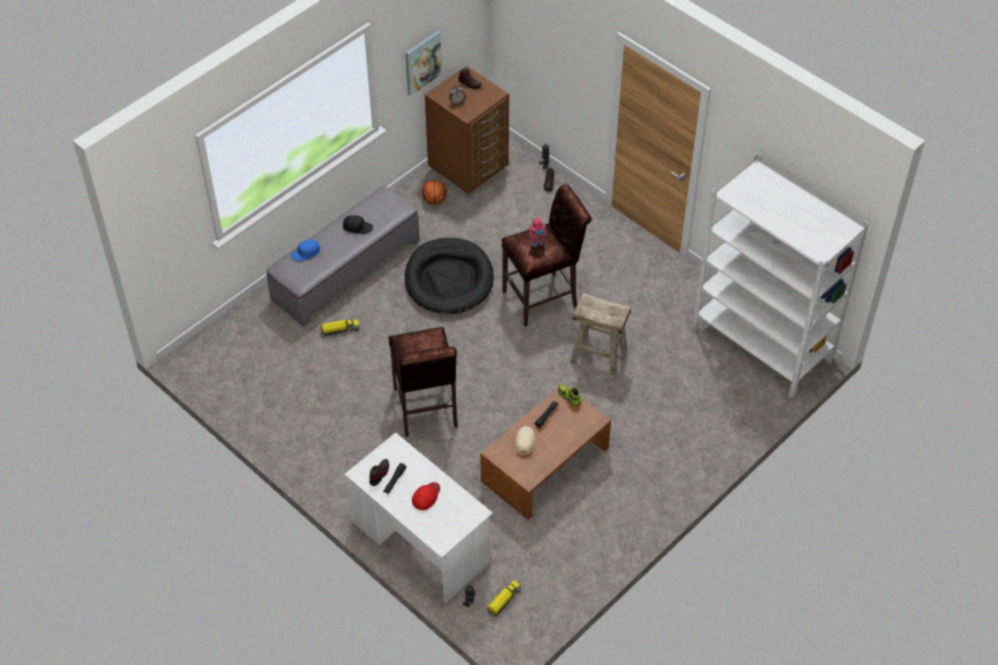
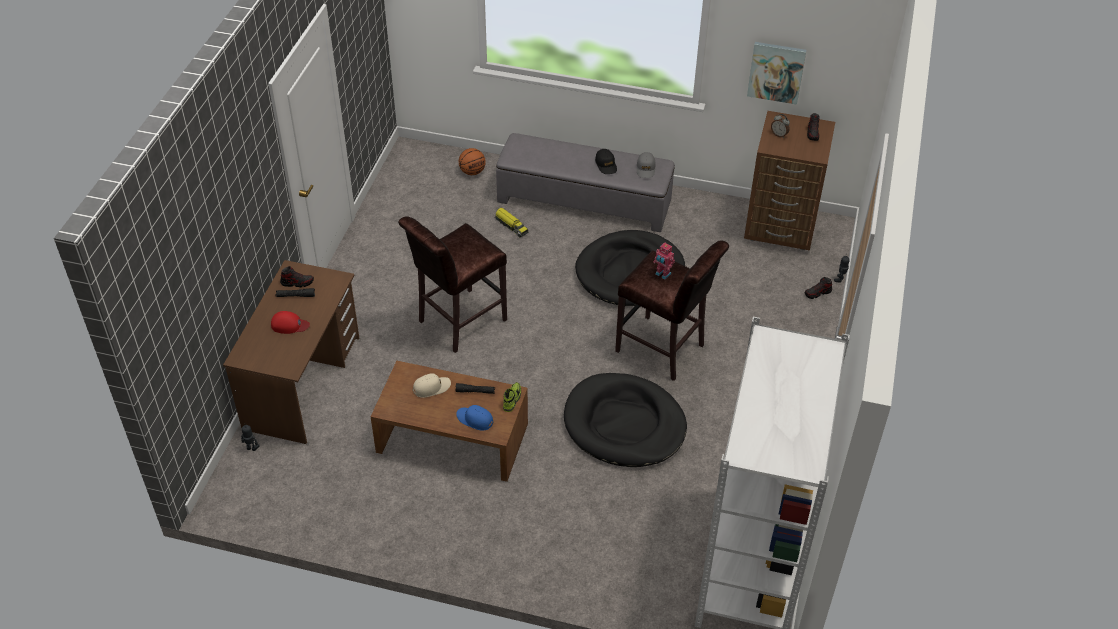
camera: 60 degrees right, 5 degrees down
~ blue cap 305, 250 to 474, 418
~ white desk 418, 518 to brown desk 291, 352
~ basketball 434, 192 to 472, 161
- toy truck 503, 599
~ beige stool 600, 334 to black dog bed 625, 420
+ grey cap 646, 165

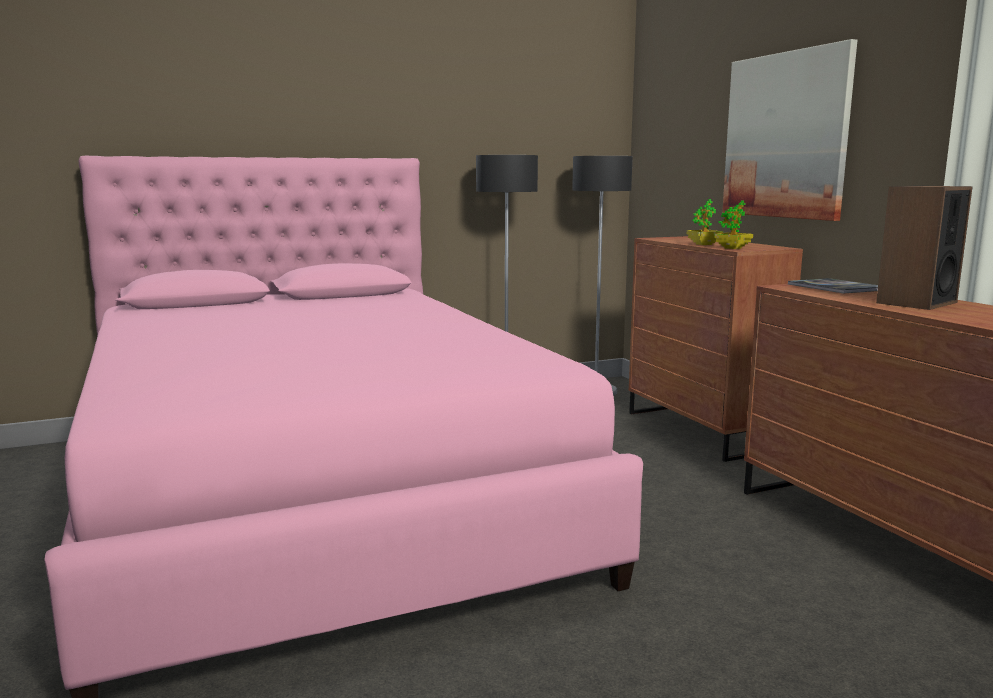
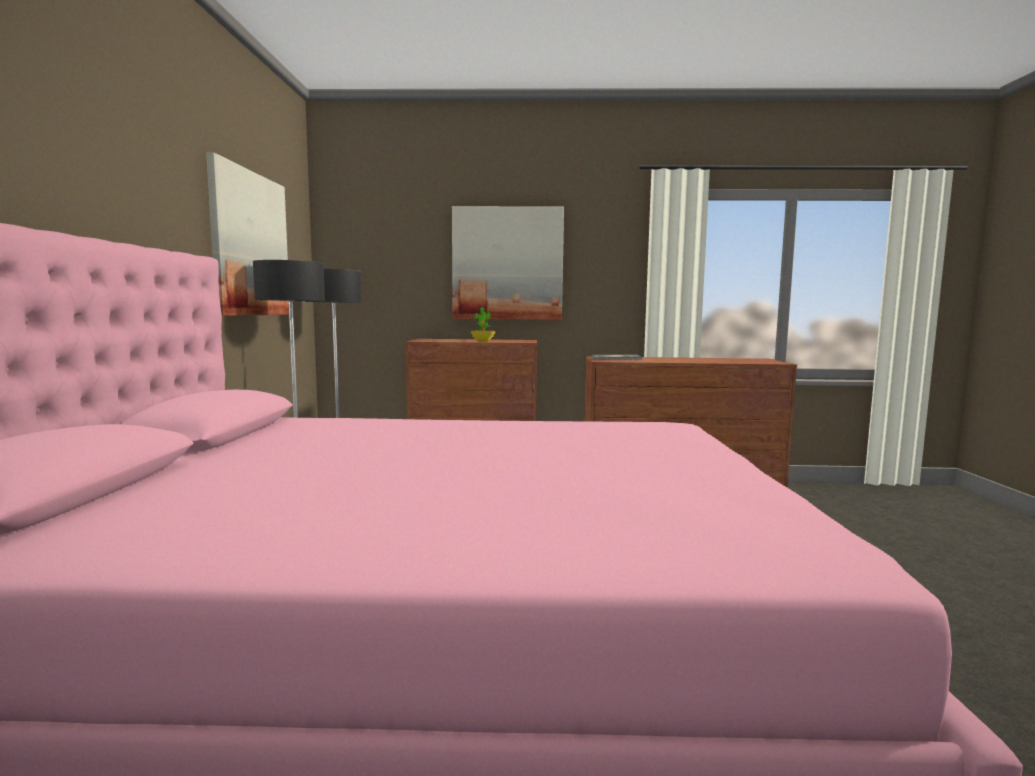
camera: 65 degrees left, 5 degrees down
- potted plant 733, 225
- speaker 924, 248
+ picture 247, 234

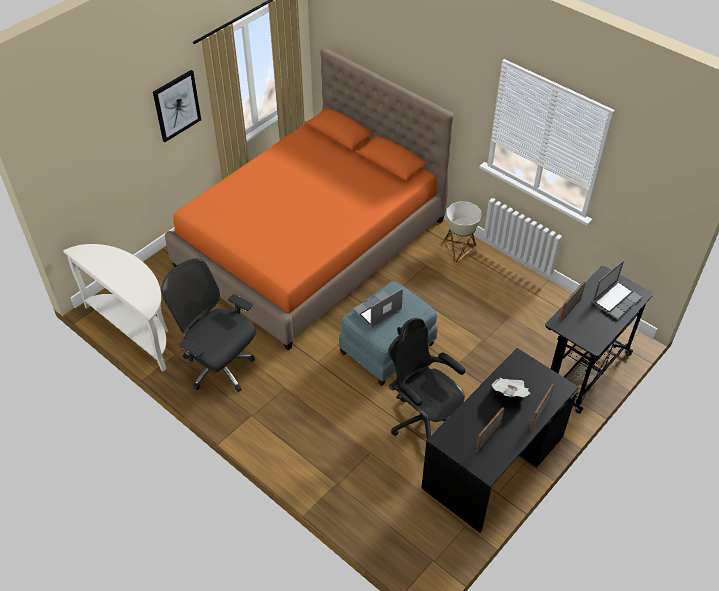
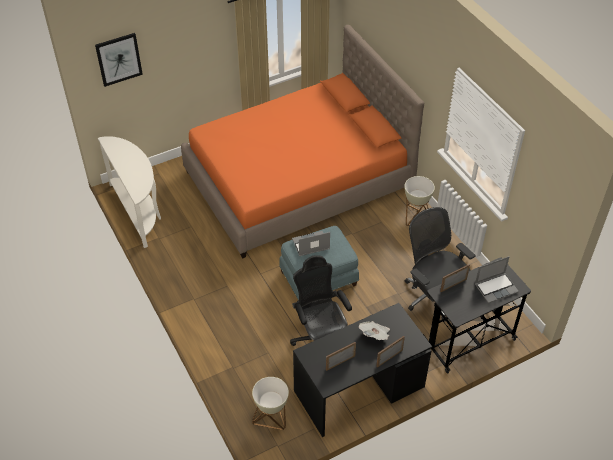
camera: 20 degrees right, 0 degrees up
~ picture 177, 106 to 119, 60
~ office chair 208, 325 to 440, 264
+ planter 270, 403

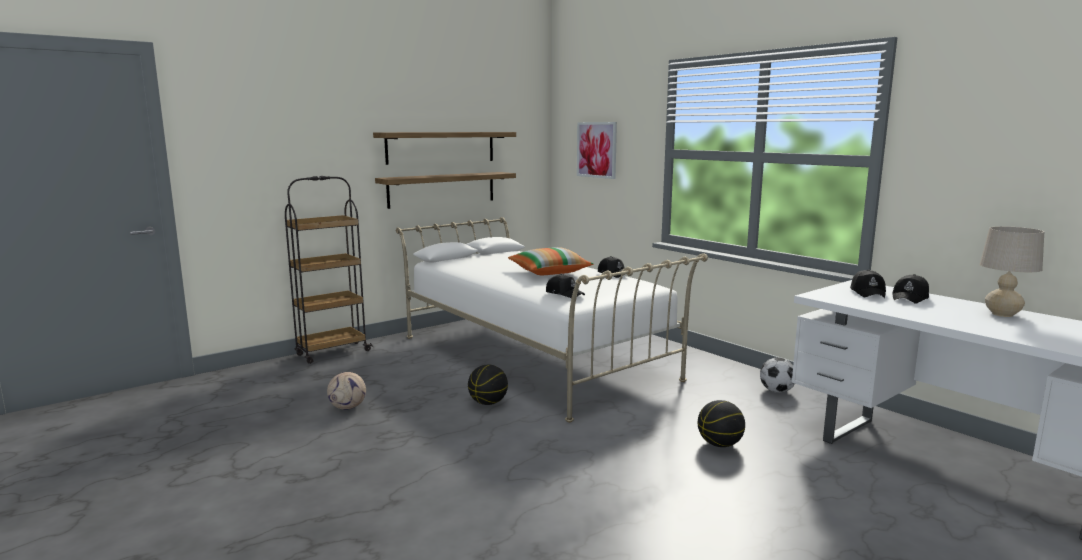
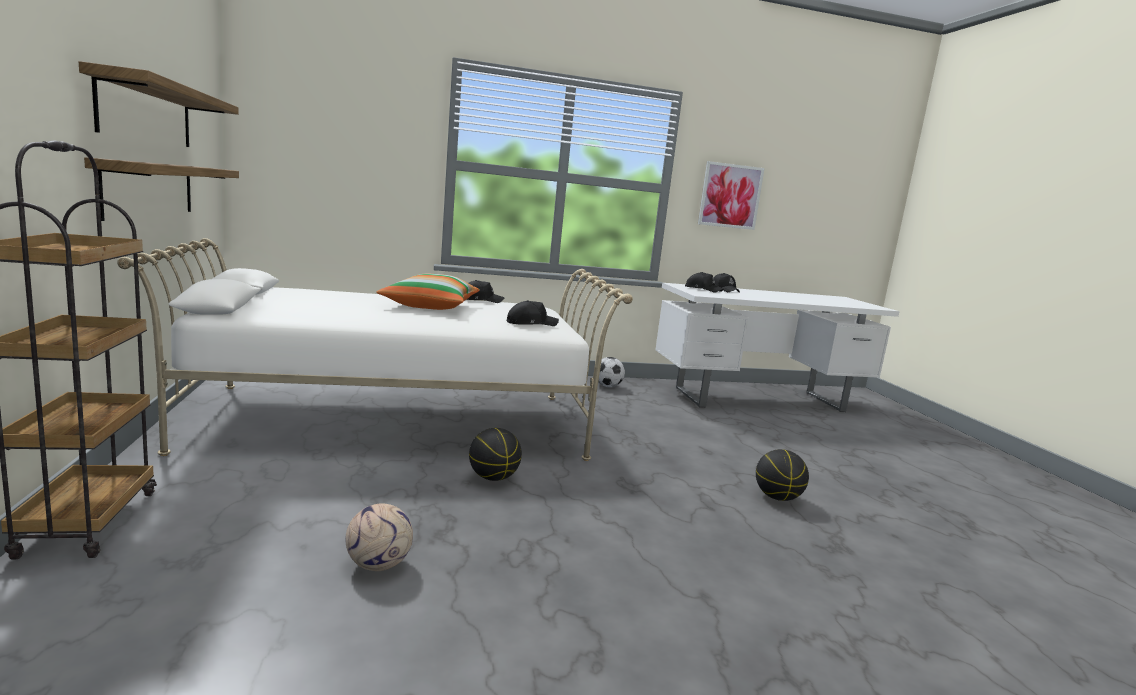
camera: 65 degrees left, 0 degrees up
~ picture 597, 150 to 731, 195
~ basketball 721, 423 to 782, 475
- beige table lamp 1012, 271

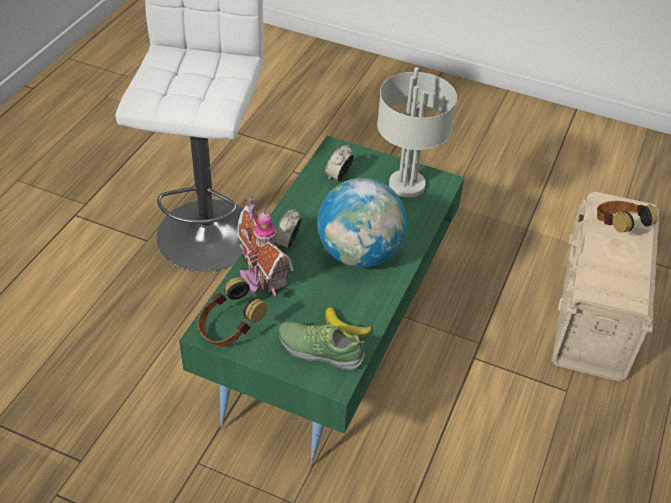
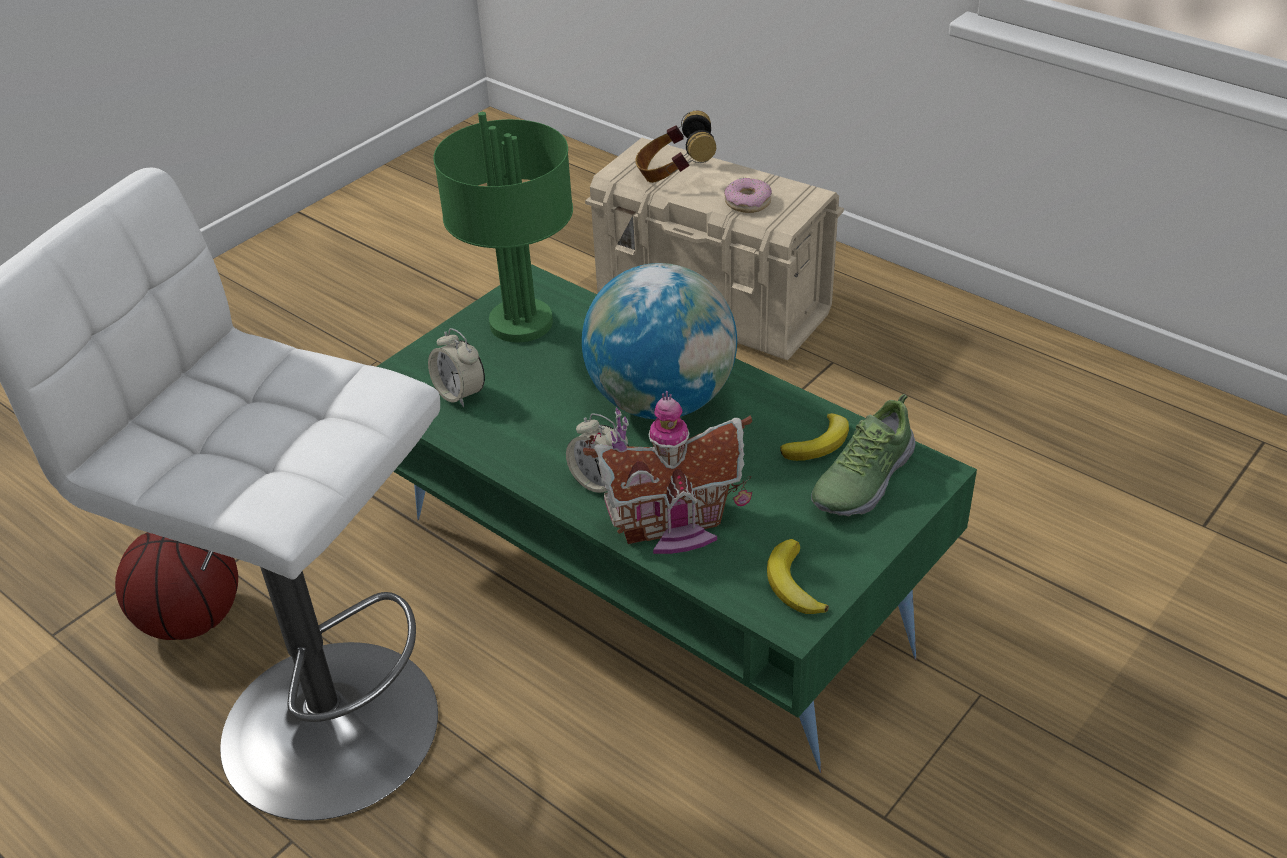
camera: 70 degrees left, 5 degrees down
~ headphones 233, 312 to banana 798, 576
~ grey table lamp 417, 132 to green table lamp 503, 227
+ basketball 176, 586
+ donut 748, 195

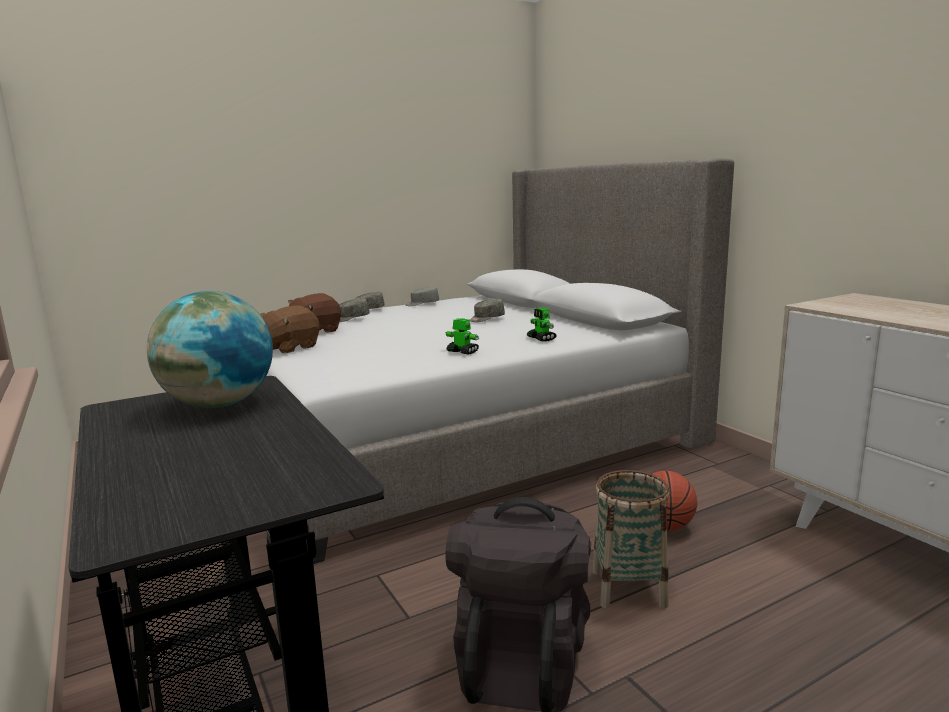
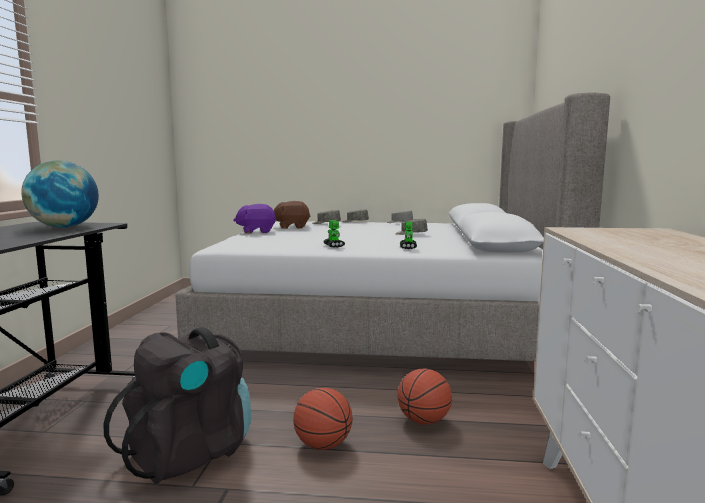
camera: 35 degrees right, 5 degrees down
~ brown plush toy 289, 329 to purple plush toy 255, 219
~ basket 631, 539 to basketball 323, 419

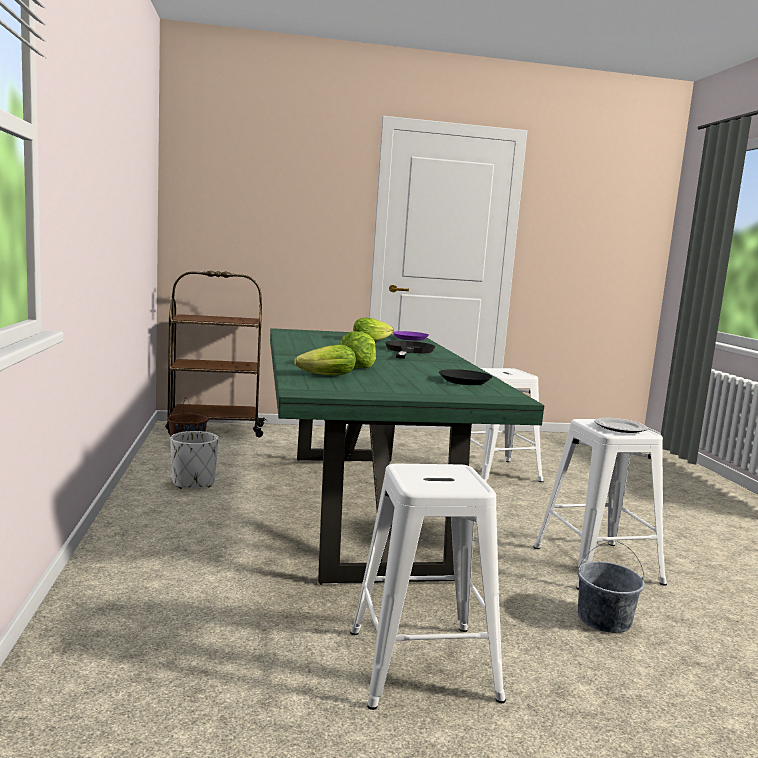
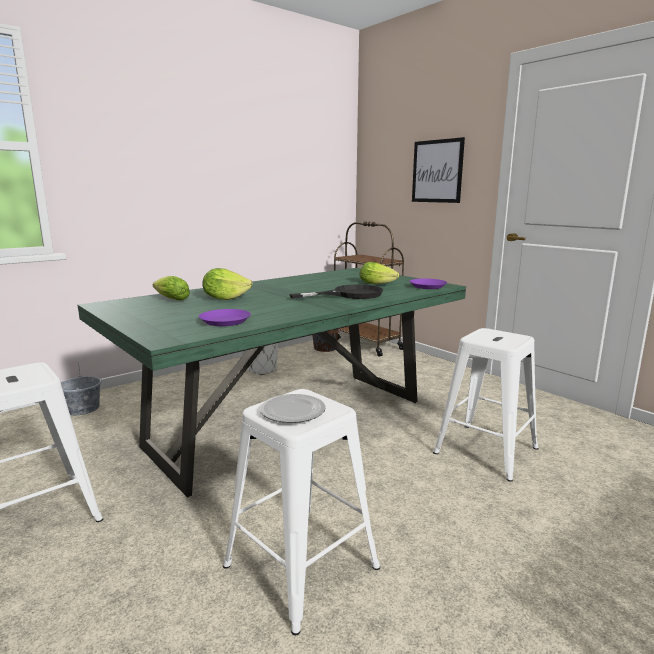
camera: 60 degrees right, 5 degrees up
~ black plate 465, 377 to purple plate 225, 317
~ grey bucket 611, 587 to 81, 389
+ picture 438, 170

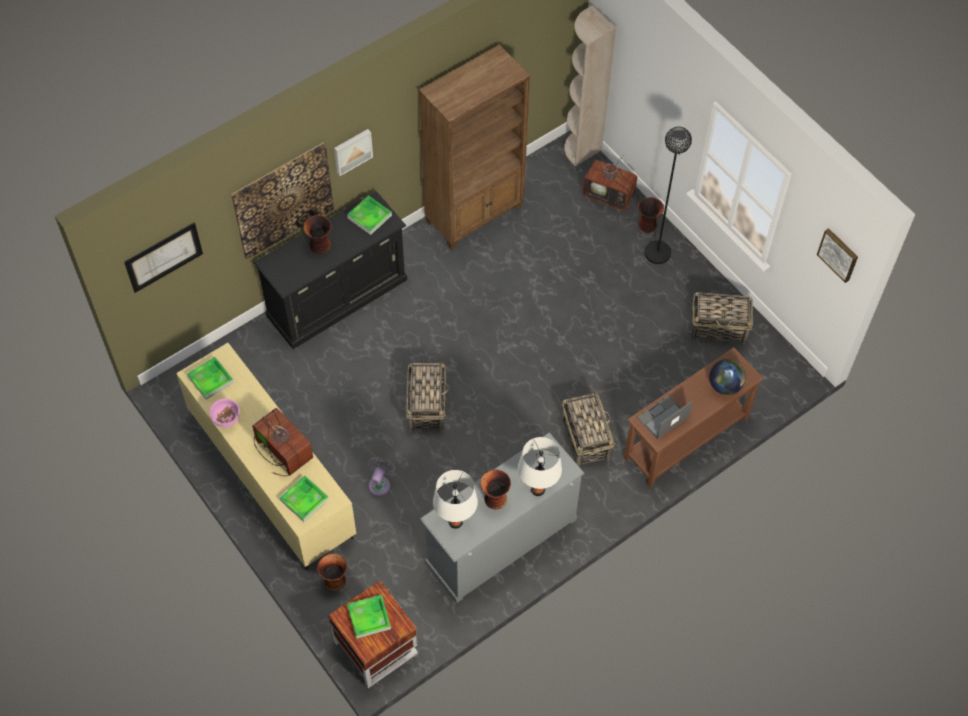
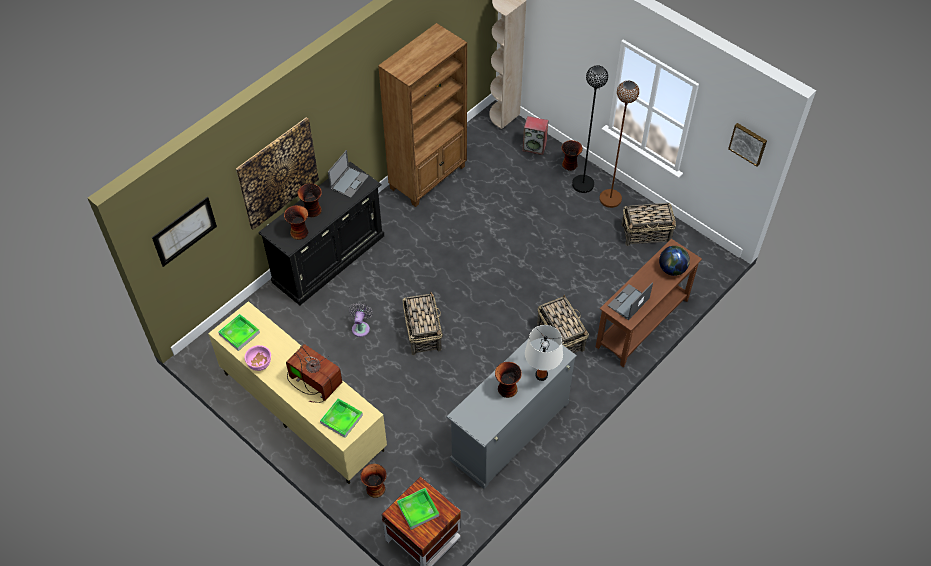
camera: 10 degrees left, 5 degrees down
- picture 353, 152
~ tray 369, 215 to laptop 348, 174
~ grey fan 382, 476 to 361, 320
- white table lamp 455, 499
~ television 611, 183 to speaker 535, 135
+ vase 296, 222
+ brown floor lamp 619, 144

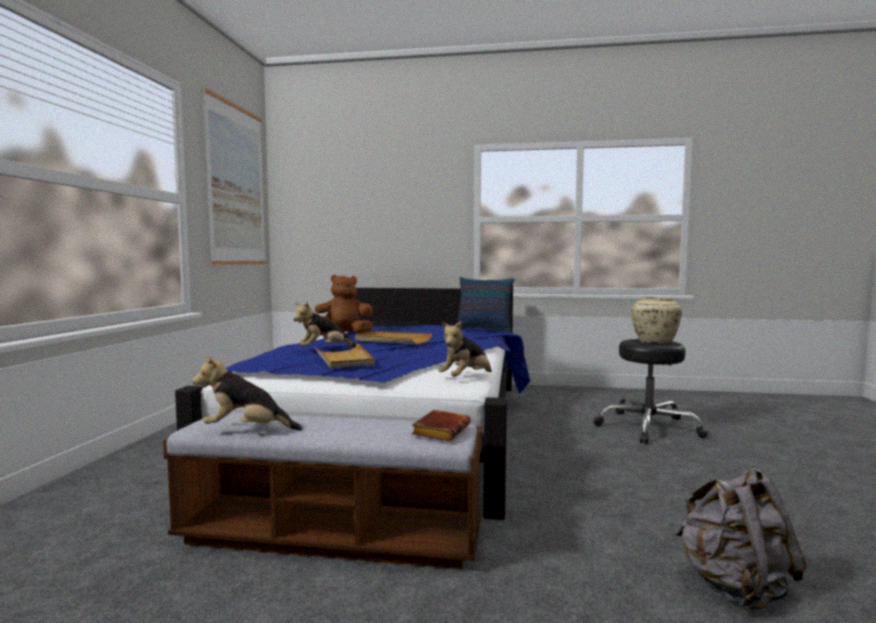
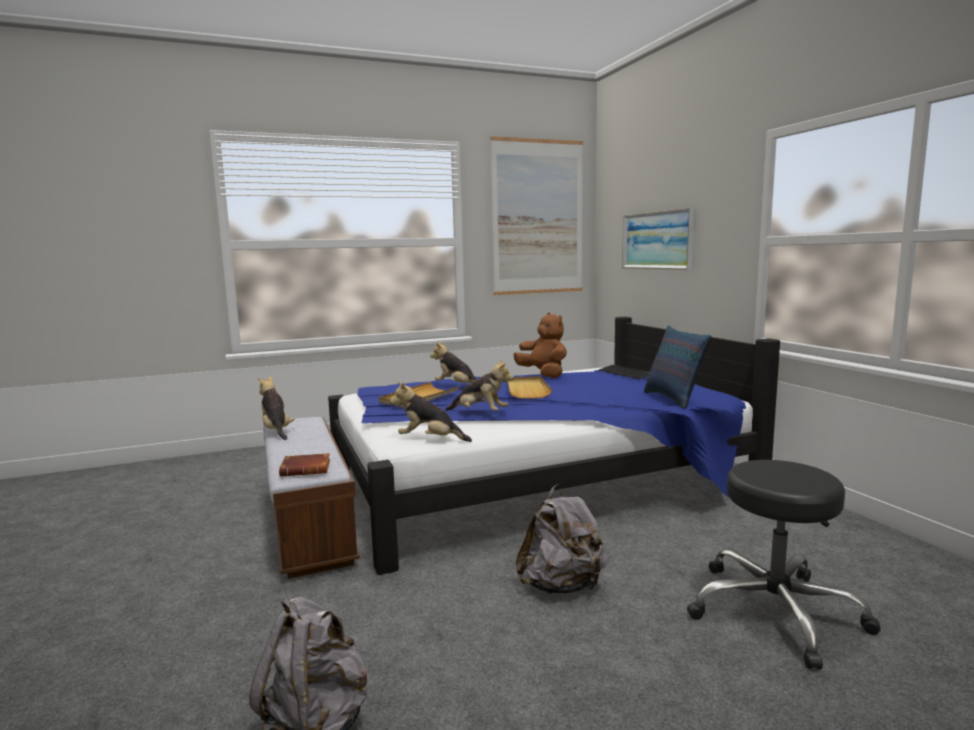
camera: 60 degrees right, 5 degrees up
- beige vase 656, 320
+ plush toy 479, 385
+ grey backpack 561, 539
+ picture 658, 239

